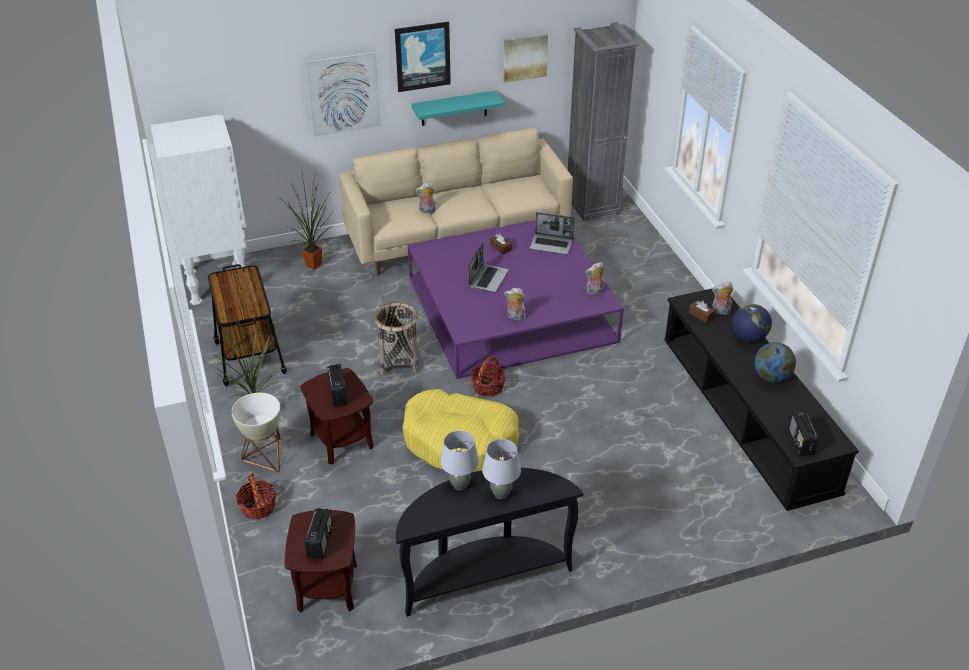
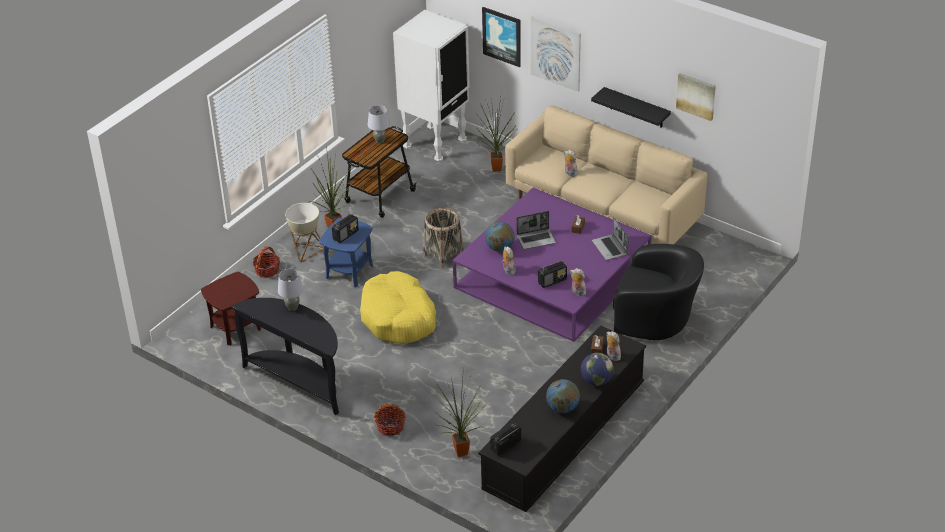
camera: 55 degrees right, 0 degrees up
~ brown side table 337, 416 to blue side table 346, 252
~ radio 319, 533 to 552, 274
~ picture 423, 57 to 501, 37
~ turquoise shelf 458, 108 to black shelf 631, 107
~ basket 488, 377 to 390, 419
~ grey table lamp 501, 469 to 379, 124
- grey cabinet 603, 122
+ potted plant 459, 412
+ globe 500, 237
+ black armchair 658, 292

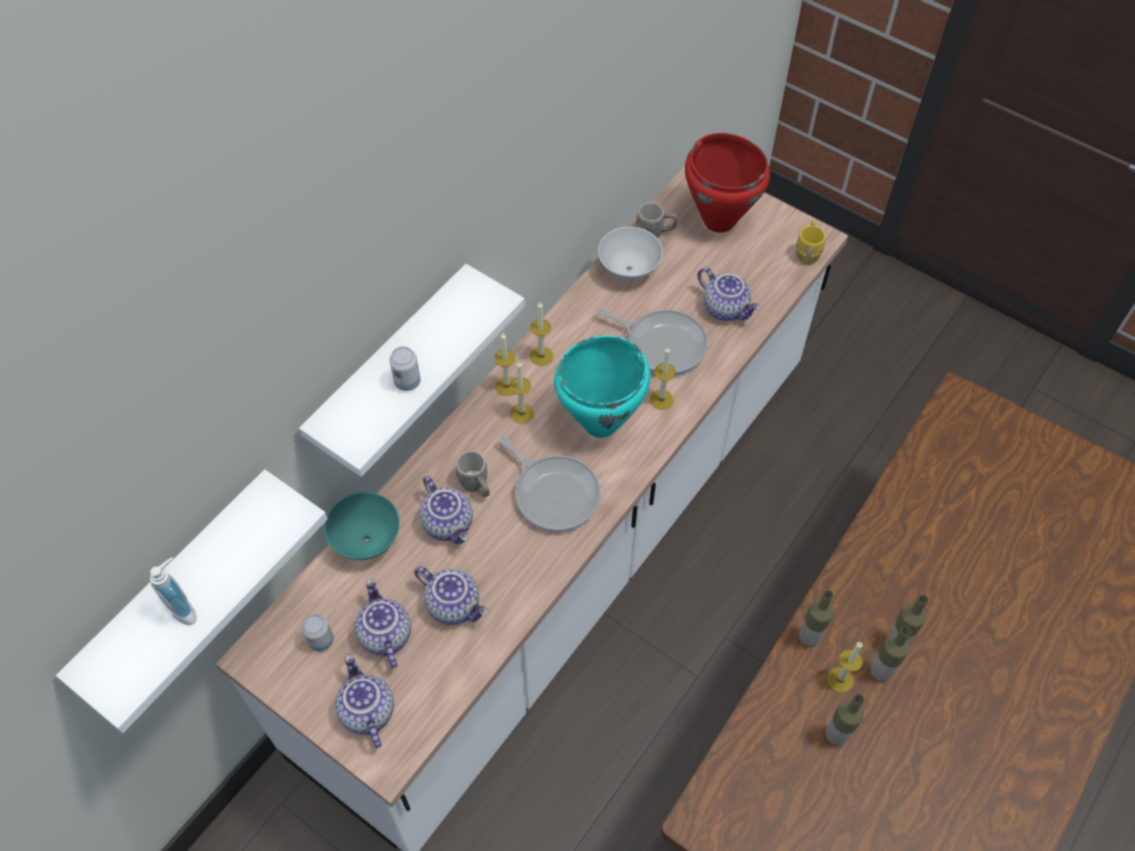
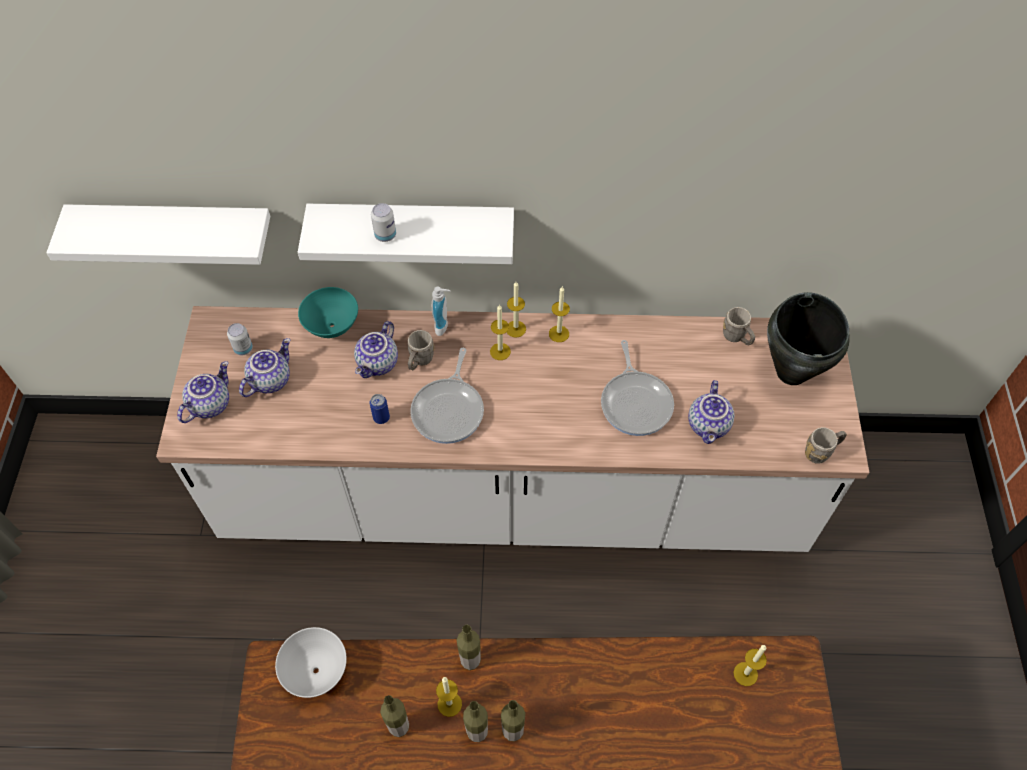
camera: 55 degrees right, 0 degrees up
~ soap dispenser 173, 591 to 441, 311
- teapot 451, 595
- turquoise cooking pot 602, 387
~ white bowl 630, 254 to 311, 662
~ candle 663, 378 to 750, 665
~ red cooking pot 727, 183 to black cooking pot 808, 338
~ yellow mug 810, 242 to grey mug 826, 445
+ can 379, 409

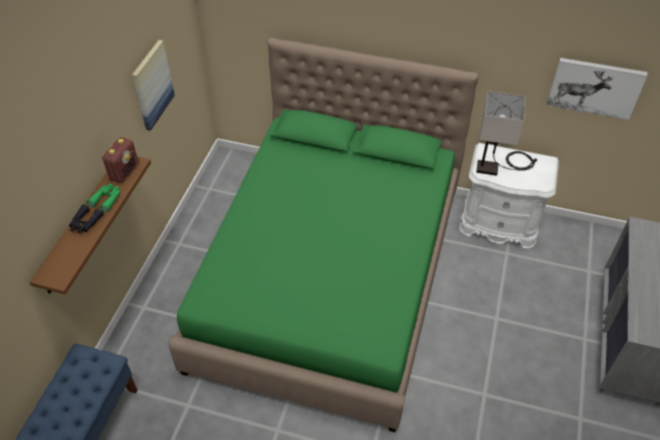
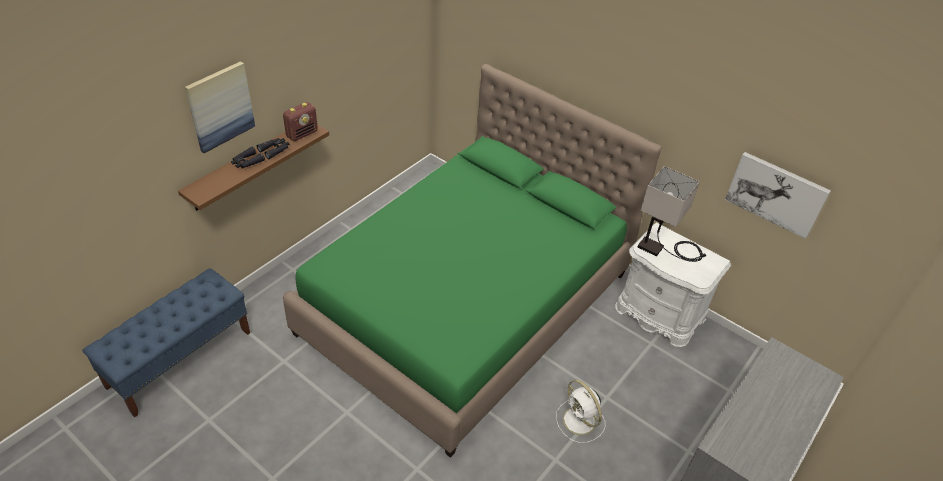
camera: 20 degrees right, 5 degrees down
~ green binoculars 104, 197 to black binoculars 273, 148
~ picture 153, 85 to 220, 107
+ white fan 580, 411

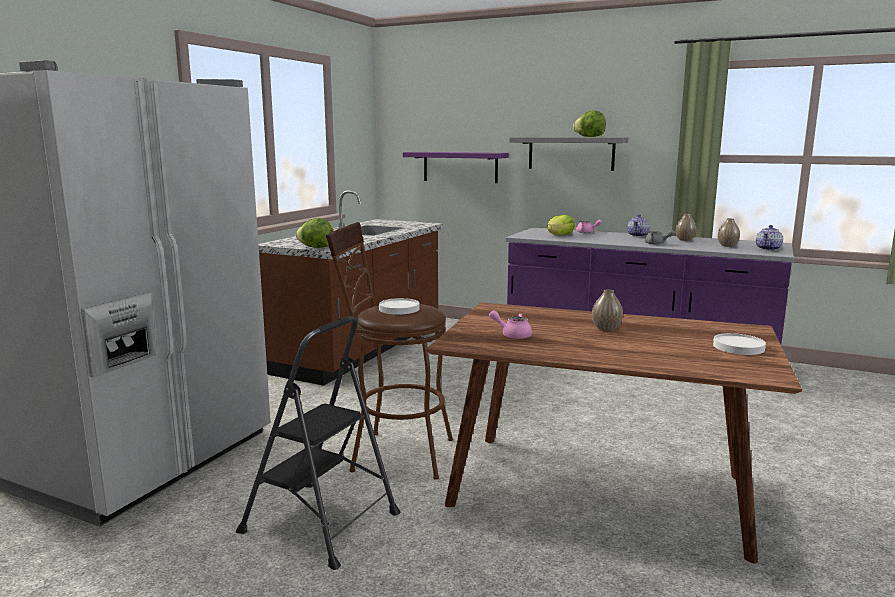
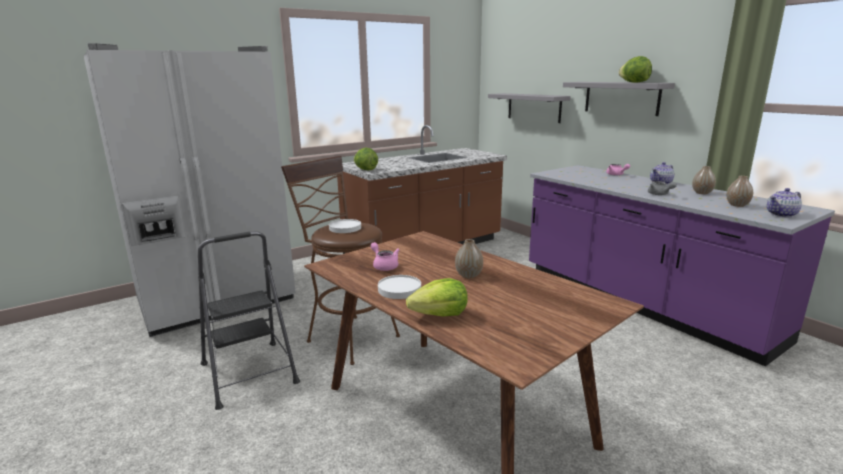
camera: 30 degrees right, 5 degrees up
~ purple shelf 456, 167 to grey shelf 529, 108
~ lettuce 561, 225 to 437, 297
~ white plate 739, 344 to 399, 287

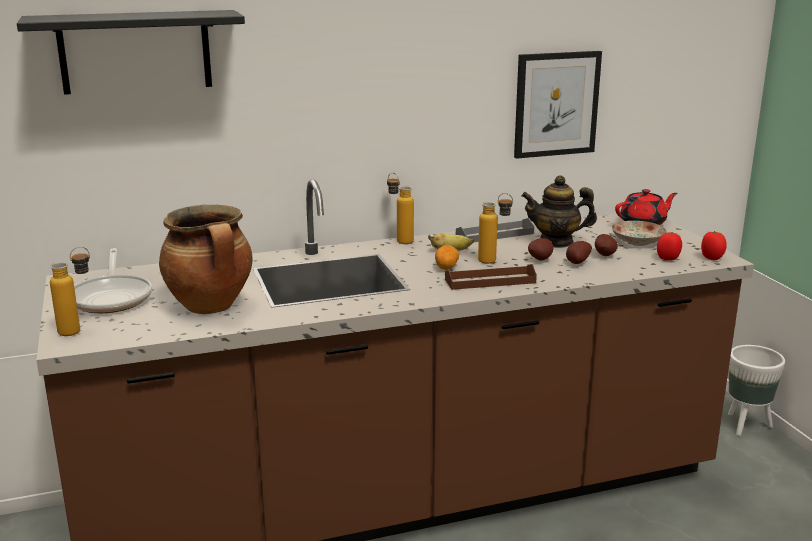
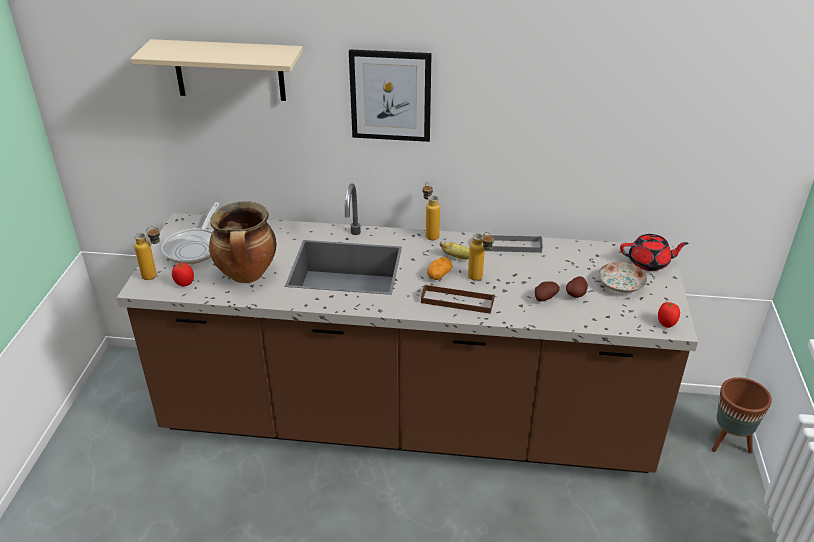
camera: 25 degrees right, 15 degrees up
~ black shelf 131, 52 to beige shelf 216, 70
~ picture 558, 105 to 390, 95
- teapot 559, 211
- potato 541, 249
~ tomato 669, 246 to 183, 274
~ white planter 756, 390 to brown planter 742, 415

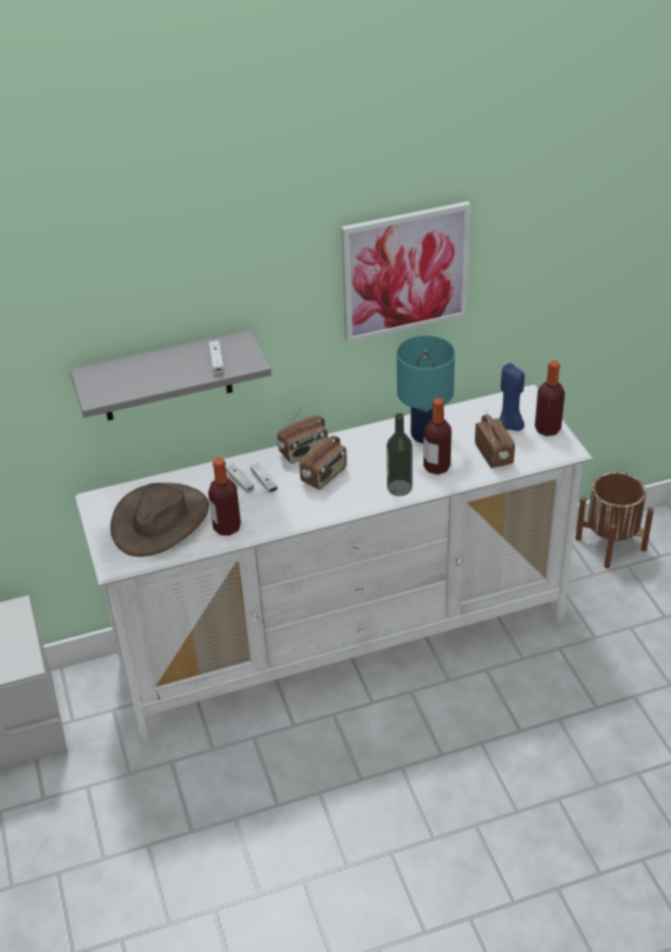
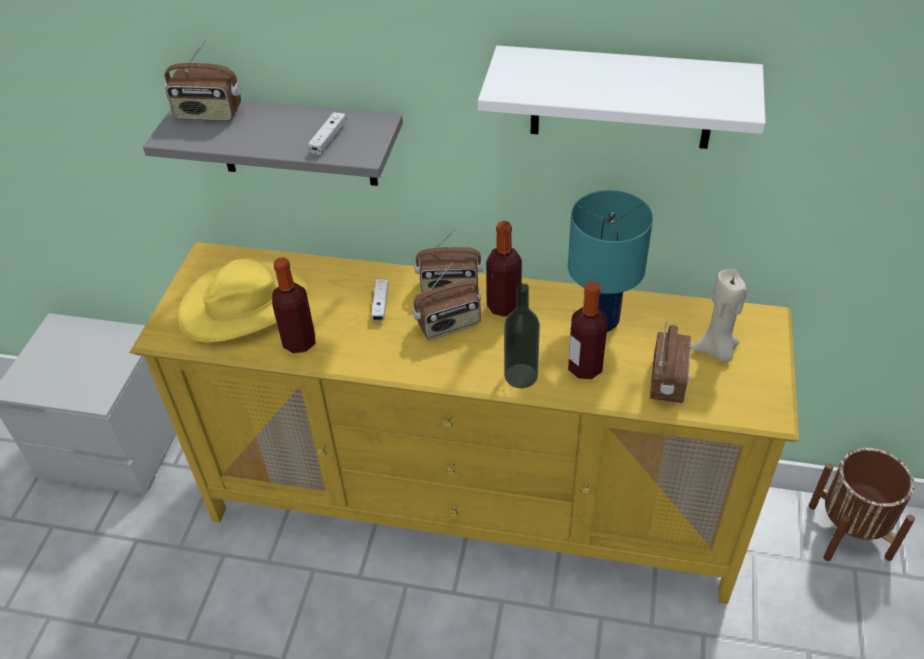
camera: 30 degrees right, 5 degrees up
~ white dresser 334, 564 to yellow dresser 464, 423
~ brown hat 159, 520 to yellow hat 242, 301
- white game controller 239, 478
~ picture 406, 272 to white shelf 621, 97
~ blue candle 512, 397 to beige candle 719, 315
~ bottle 550, 398 to 504, 269
+ radio 203, 80

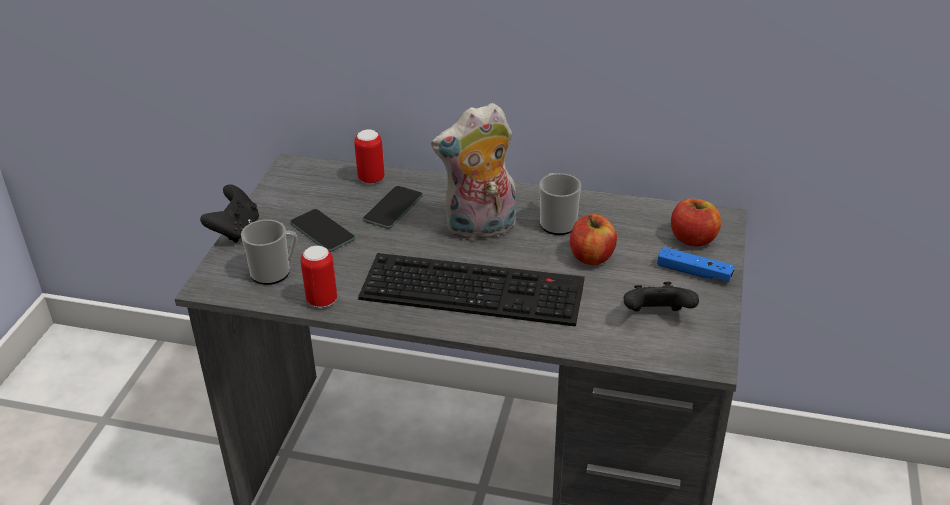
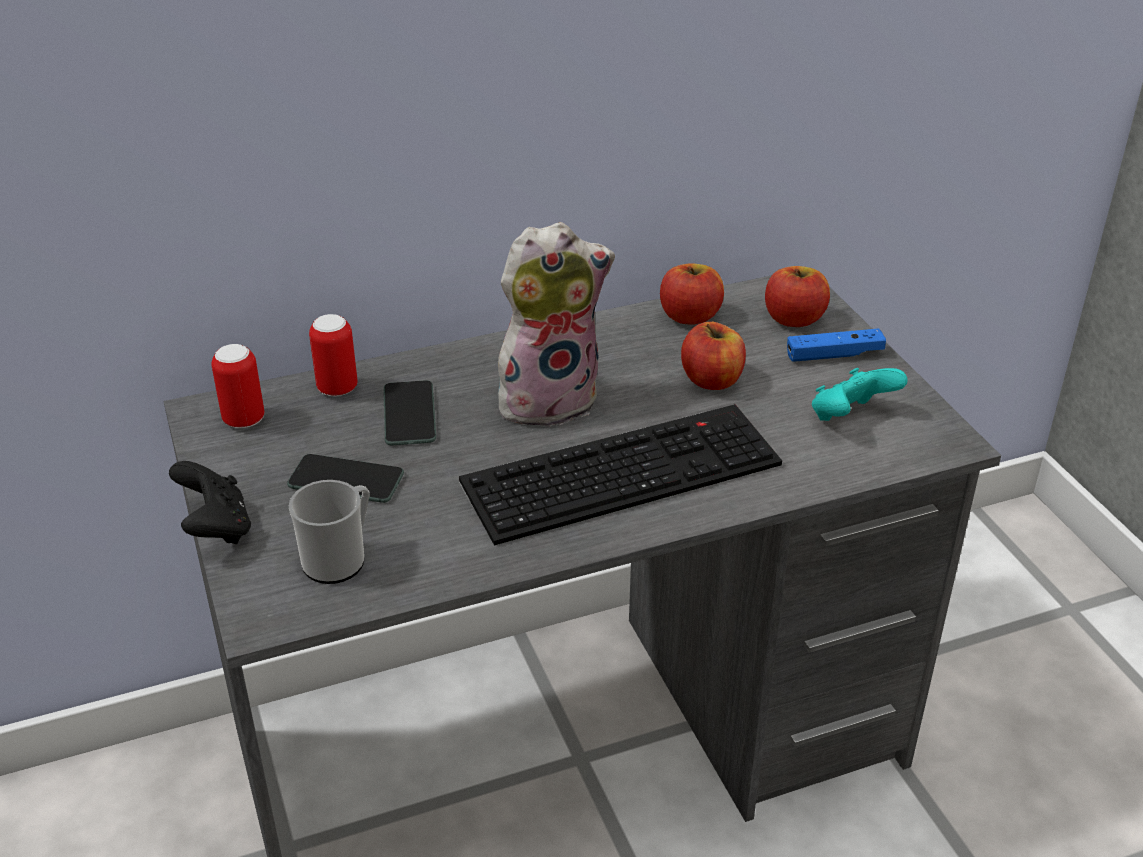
camera: 35 degrees left, 0 degrees up
~ can 319, 277 to 237, 386
~ plush toy 473, 171 = 556, 324 150 degrees counterclockwise
- mug 560, 204
~ black game controller 661, 297 to turquoise game controller 860, 394
+ apple 692, 293

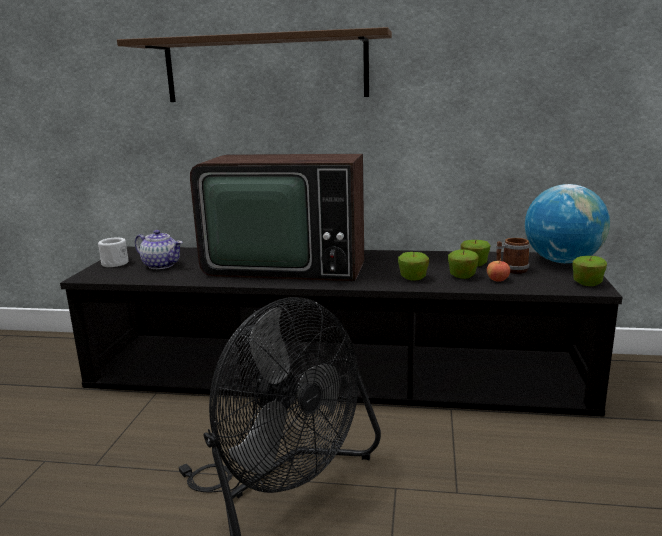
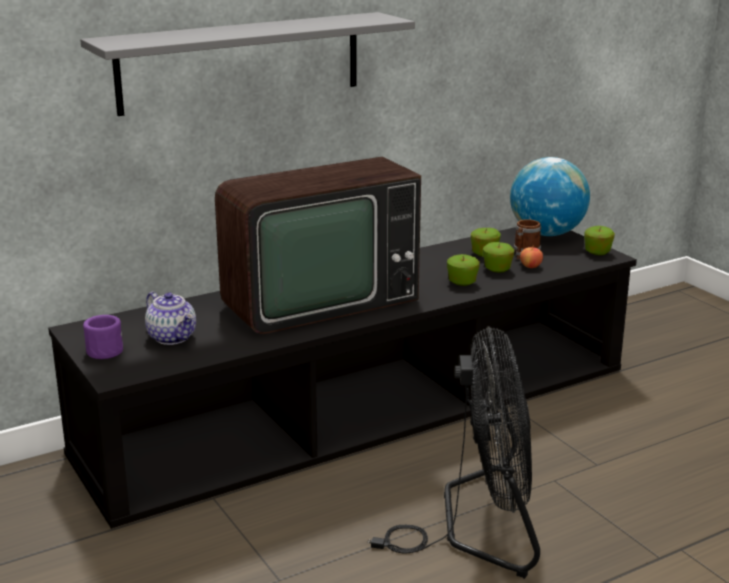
camera: 40 degrees left, 5 degrees up
~ white mug 113, 252 to purple mug 103, 337
~ brown shelf 254, 64 to grey shelf 247, 64
~ teapot 159, 249 = 170, 318 60 degrees clockwise

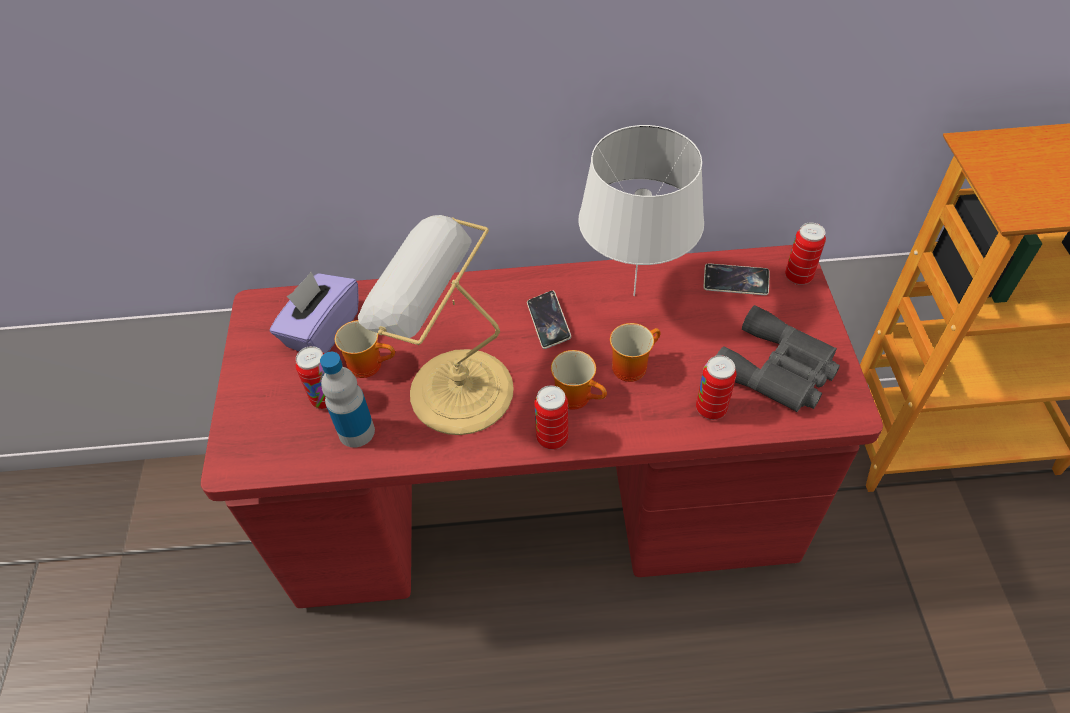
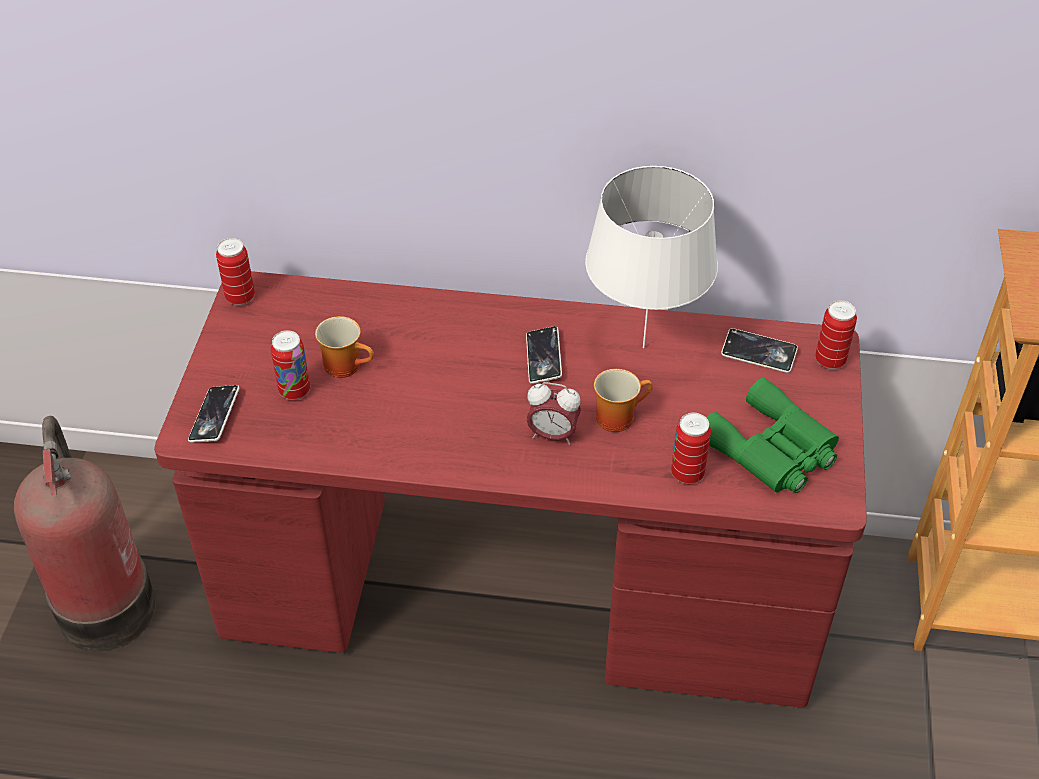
camera: 10 degrees right, 5 degrees down
- purple tissue box 314, 313
- bottle 347, 400
- table lamp 435, 325
~ can 551, 417 to 235, 272
~ mug 579, 380 to alarm clock 553, 413
~ grey binoculars 778, 358 to green binoculars 772, 435
+ fire extinguisher 85, 534
+ phone 214, 414

